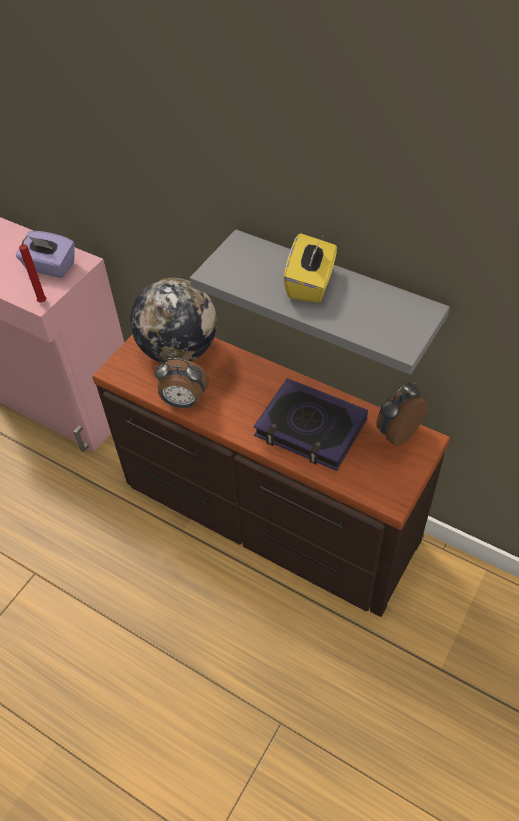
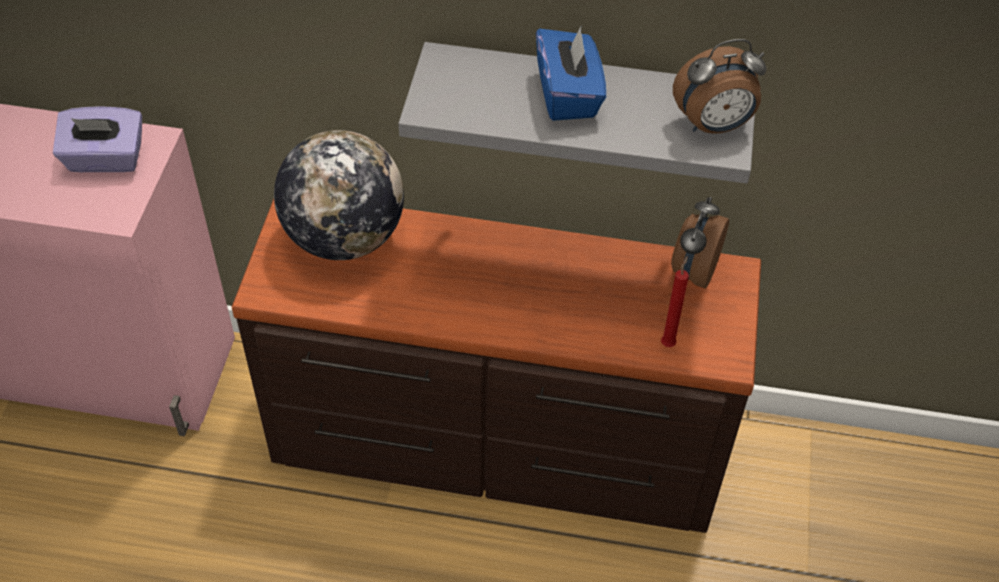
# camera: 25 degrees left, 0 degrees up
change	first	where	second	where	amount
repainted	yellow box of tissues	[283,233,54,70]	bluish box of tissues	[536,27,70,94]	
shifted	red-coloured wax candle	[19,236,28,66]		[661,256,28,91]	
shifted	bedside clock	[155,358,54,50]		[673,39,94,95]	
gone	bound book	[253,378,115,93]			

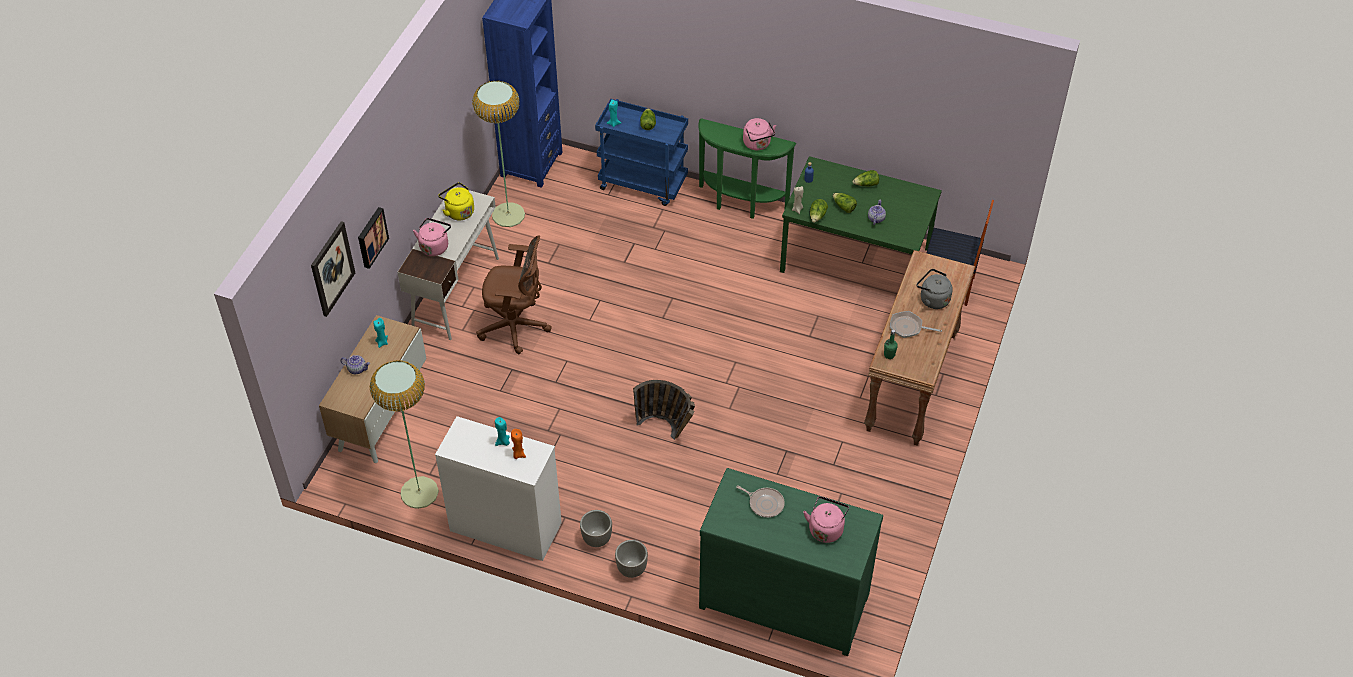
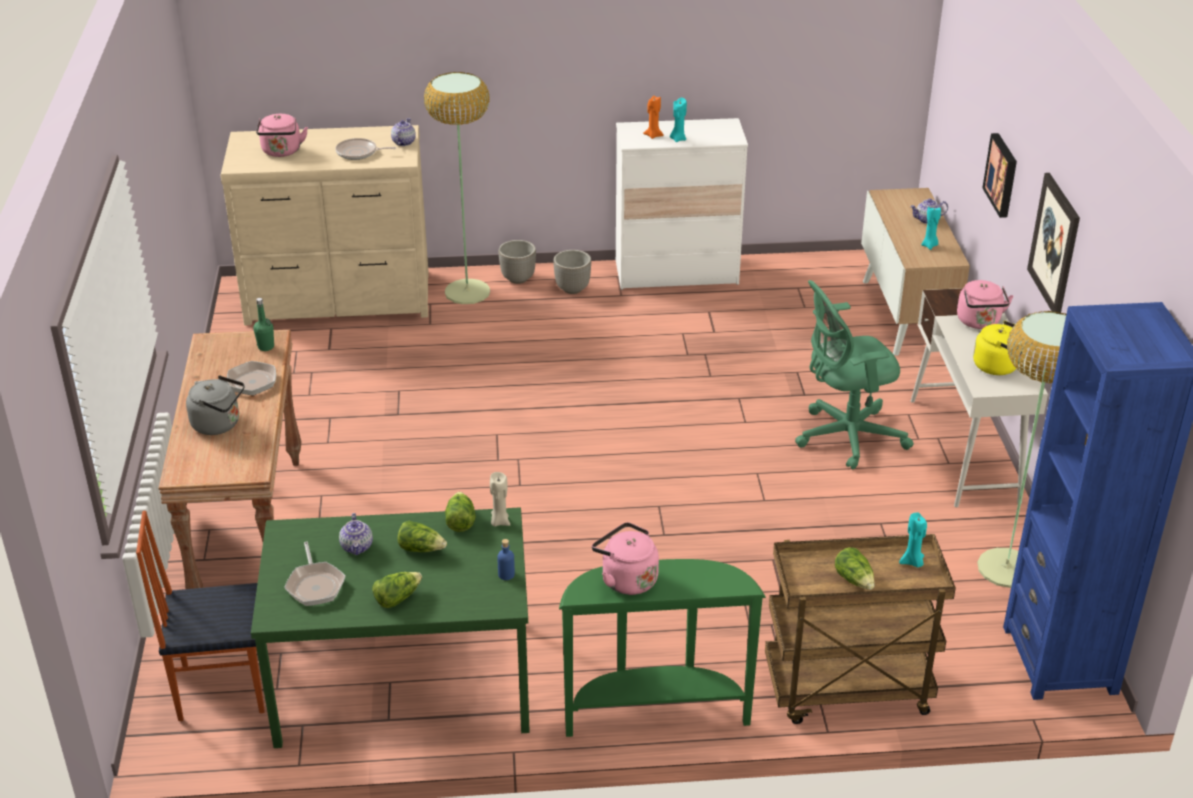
# camera: 155 degrees right, 15 degrees down
change	first	where	second	where	amount
repainted	bluish wheeled cart	[595,99,93,107]	brownish wheeled cart	[765,534,191,190]	
shifted	wall picture	[311,221,44,96]		[1027,173,53,141]	
repainted	brownish office chair	[476,235,76,119]	green-coloured office chair	[795,280,119,190]	
shifted	standing lamp	[370,360,69,149]		[424,72,66,232]	
gone	storage basket	[633,380,62,60]			
repainted	green-coloured dresser	[699,468,184,188]	beige-coloured dresser	[220,125,209,200]	
new			teapot	[391,118,25,28]	
new			frying pan	[284,542,62,64]	

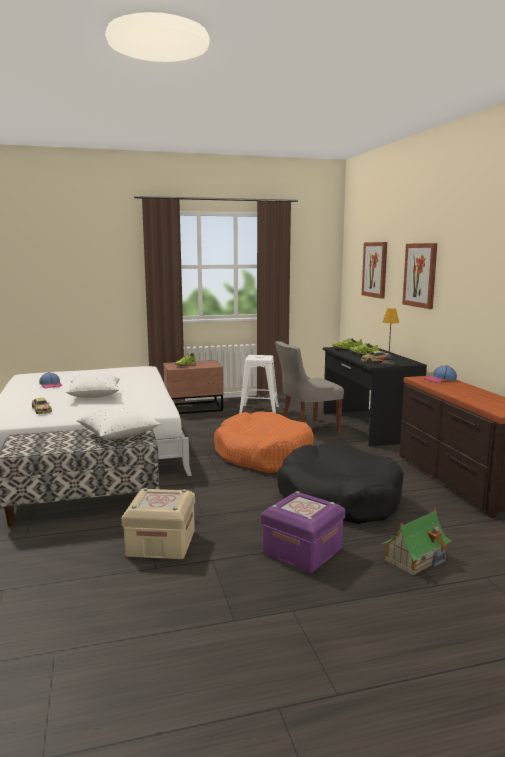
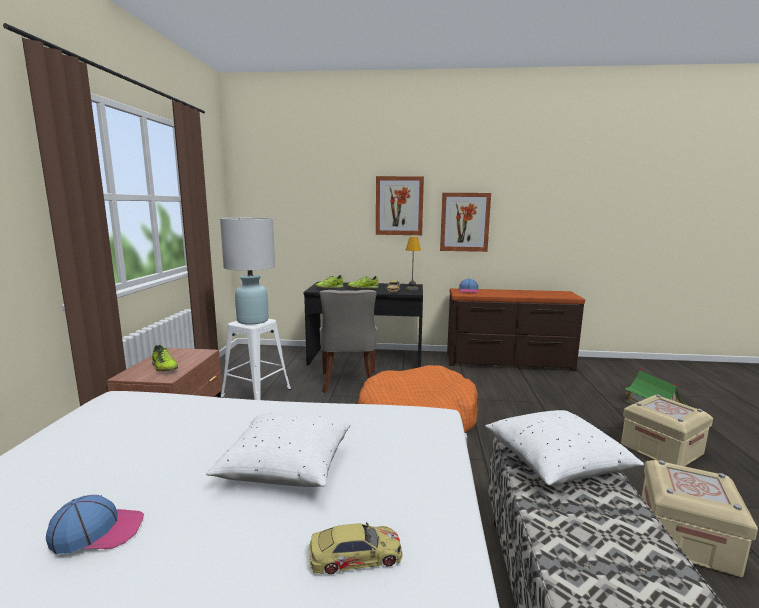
# camera: 70 degrees left, 0 degrees up
change	first	where	second	where	amount
shifted	wall picture	[362,242,25,57]		[440,193,51,59]	
gone	blackish dog bed	[277,443,127,81]			
repainted	purple storage bin	[261,491,84,82]	beige-coloured storage bin	[621,395,92,71]	
new			whitish table lamp	[220,218,55,107]	

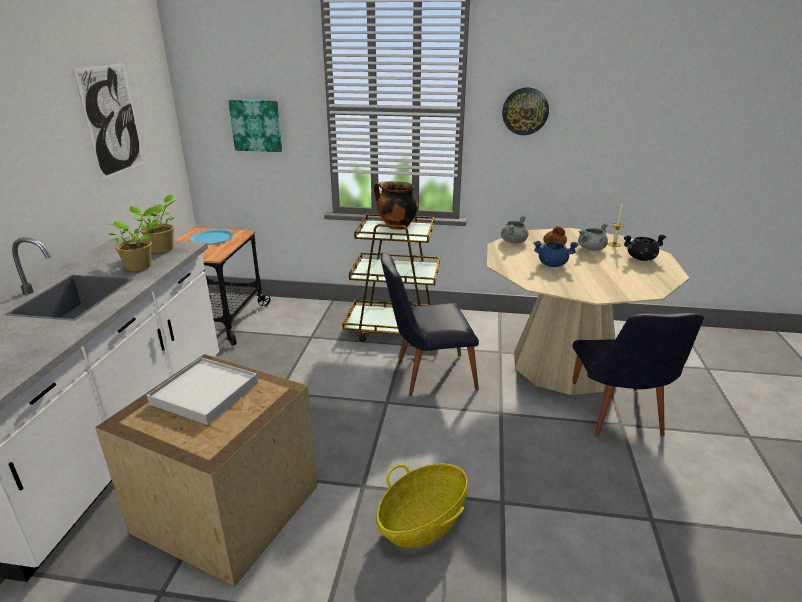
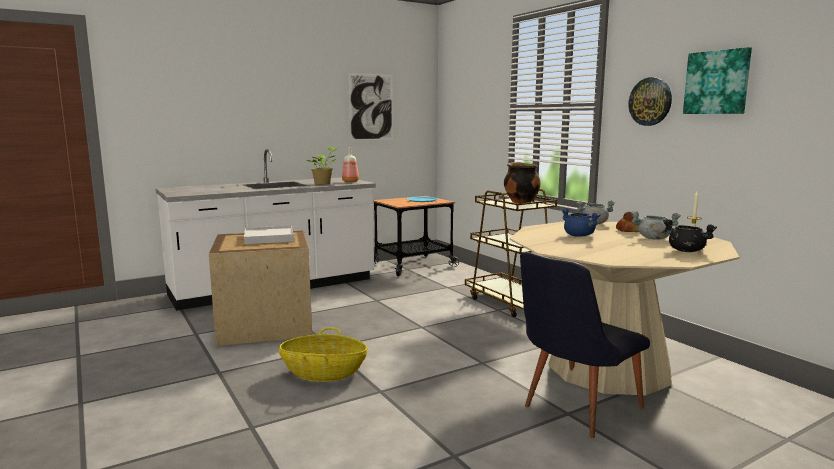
# camera: 50 degrees right, 15 degrees down
change	first	where	second	where	amount
shifted	wall picture	[228,100,54,52]		[683,47,69,67]	
swapped	potted plant	[132,194,44,59]	bottle	[342,147,17,35]	
gone	blackish chair	[381,252,98,144]			

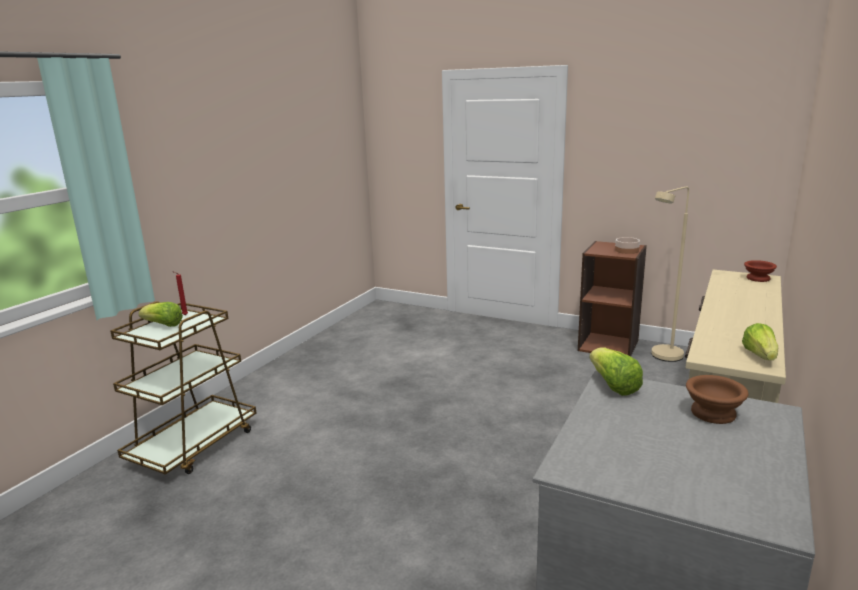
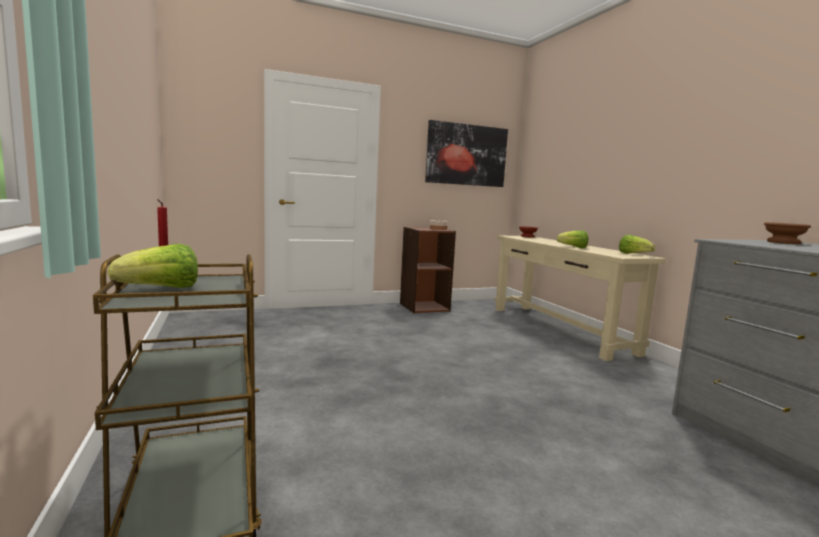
# camera: 50 degrees left, 10 degrees down
change	first	where	second	where	amount
gone	beige-coloured standing lamp	[651,187,38,175]			
shifted	head of lettuce	[589,347,54,49]		[557,230,31,18]	
new			wall picture	[425,120,83,67]	

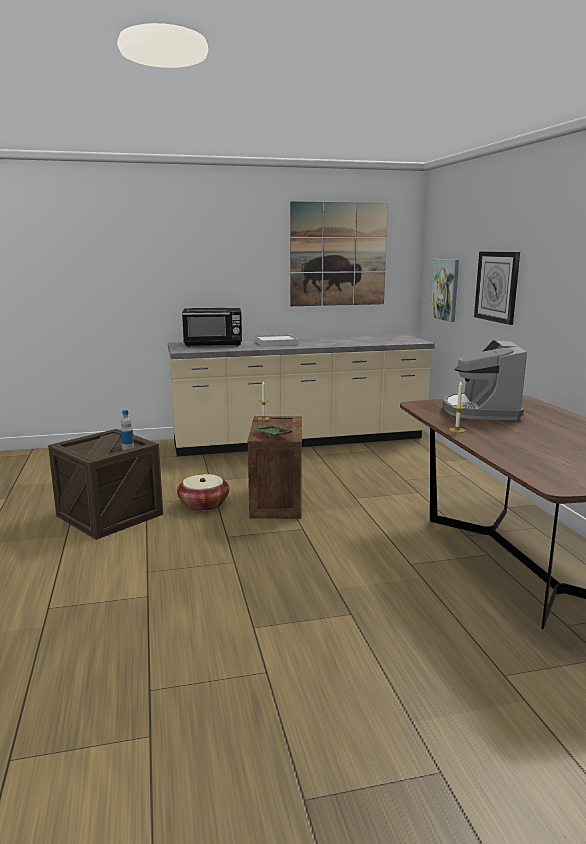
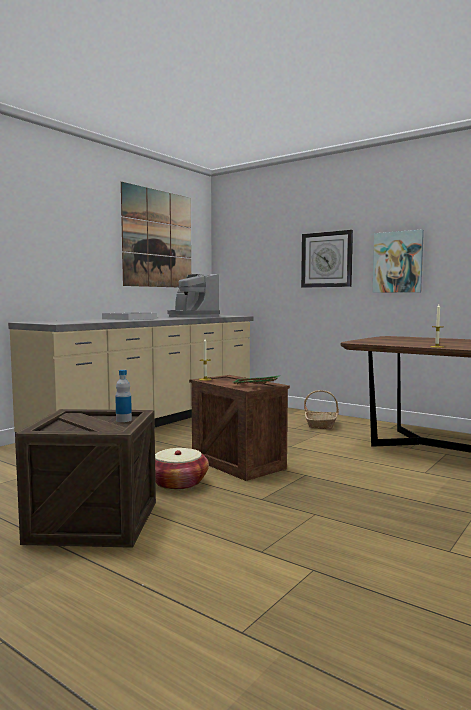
# camera: 40 degrees left, 10 degrees down
change	first	where	second	where	amount
shifted	wall picture	[430,259,29,63]		[372,230,52,63]	
gone	blackish microwave oven	[182,308,60,39]			
shifted	coffee machine	[443,340,84,80]		[167,274,53,43]	
new			storage basket	[304,390,35,39]	

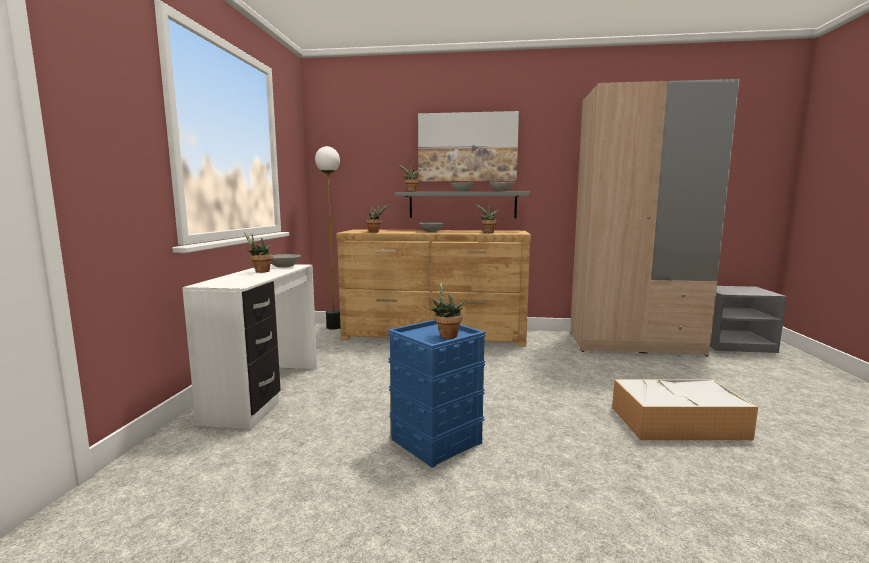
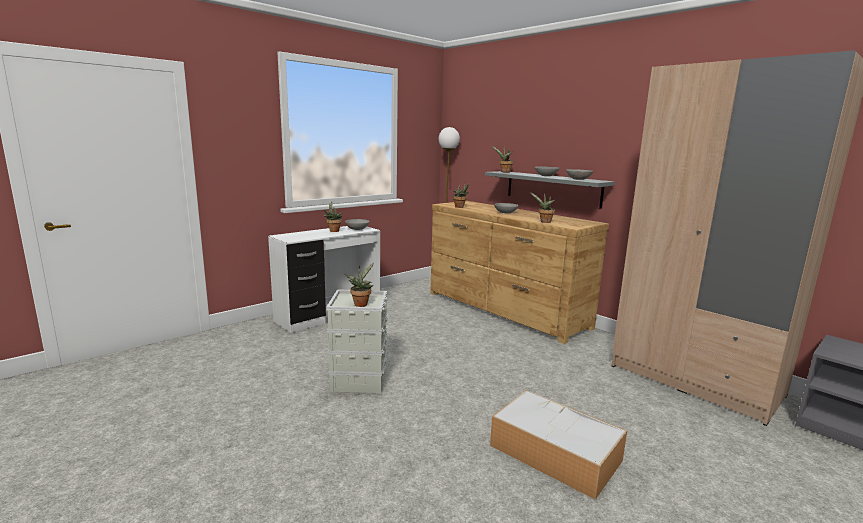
# camera: 40 degrees right, 5 degrees up
change	first	where	second	where	amount
gone	wall picture	[418,111,101,71]			
repainted	bluish storage bin	[388,320,98,148]	greyish storage bin	[326,289,62,105]	

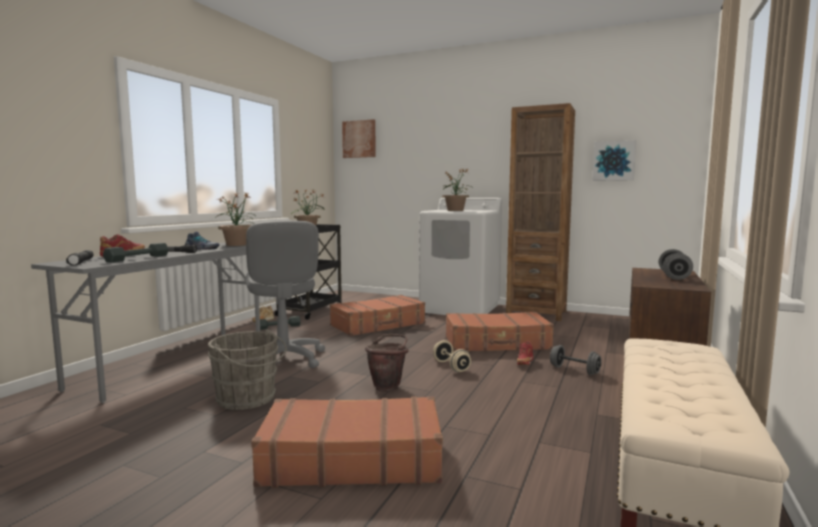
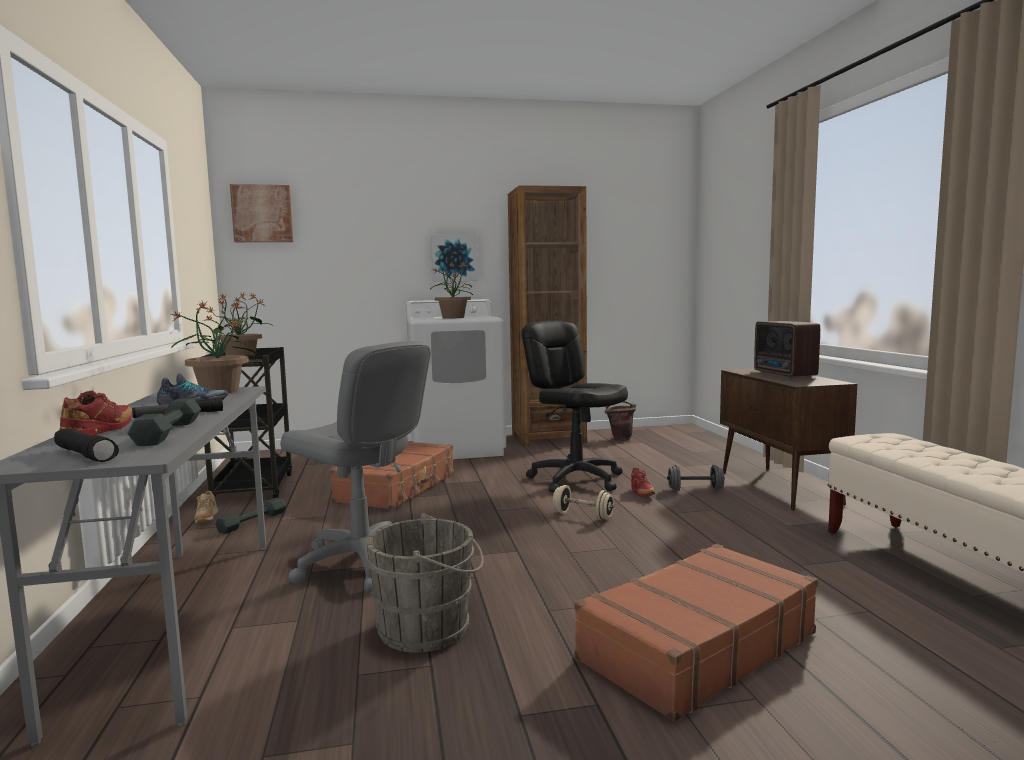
# camera: 35 degrees left, 0 degrees up
change	first	where	second	where	amount
shifted	wall picture	[592,140,44,41]		[431,235,47,47]	
swapped	greyish dumbbell	[659,249,34,31]	radio	[754,321,66,57]	
swapped	brownish travel case	[446,312,108,40]	blackish office chair	[522,321,106,171]	
shifted	brownish water bucket	[365,334,44,58]		[605,401,31,40]	

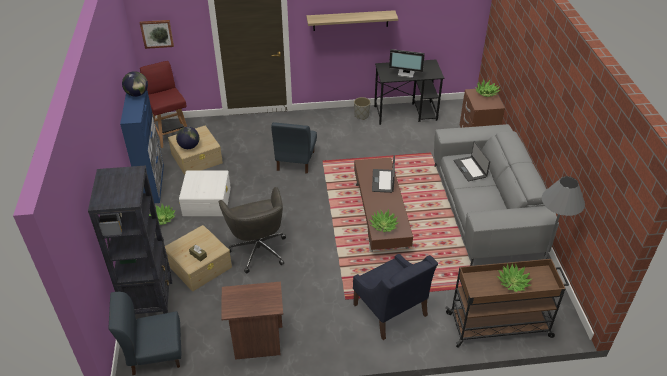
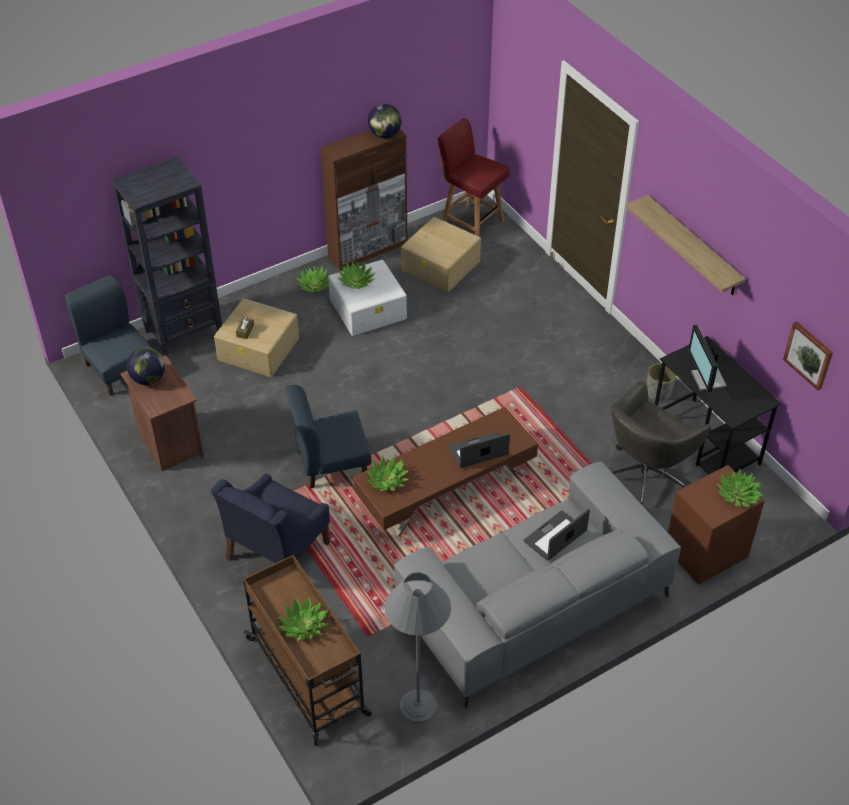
# camera: 65 degrees right, 5 degrees up
change	first	where	second	where	amount
shifted	wall picture	[140,20,34,29]		[783,322,50,68]	
rotated	red-coloured chair	[140,61,47,87]		[438,118,72,118]	90 degrees counterclockwise
repainted	bluish cupboard	[120,90,44,113]	brownish cupboard	[321,129,86,142]	
shifted	bluish chair	[271,122,46,52]		[285,385,86,103]	
shifted	globe	[176,127,23,22]		[127,347,38,38]	
shifted	greyish office chair	[219,187,67,86]		[611,381,100,125]	
new			potted plant	[337,261,39,28]	

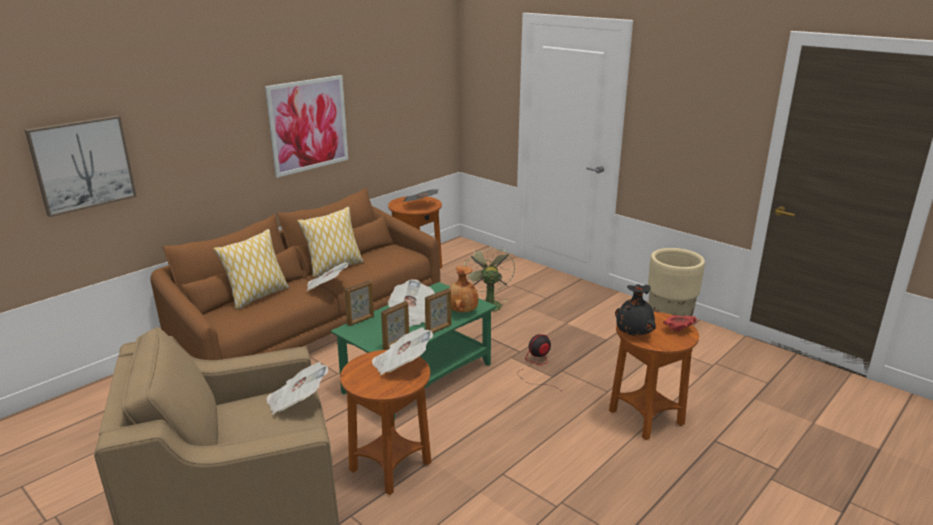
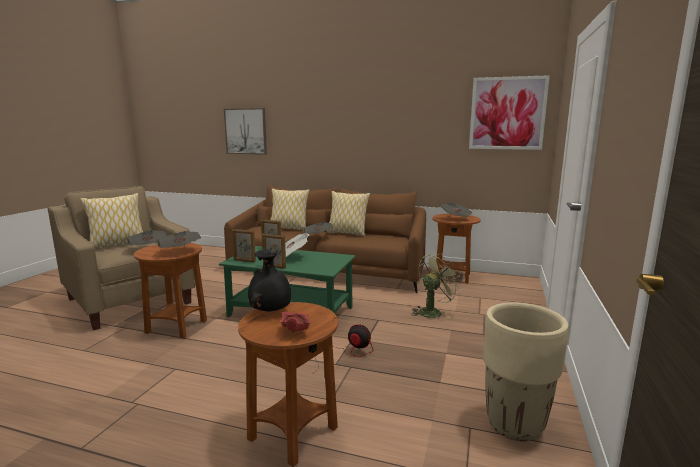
# camera: 65 degrees right, 10 degrees down
change	first	where	second	where	amount
shifted	wall picture	[265,75,83,103]		[469,75,81,75]	
gone	brownish decorative vase	[449,266,29,47]			
new			cushion	[80,193,63,57]	

